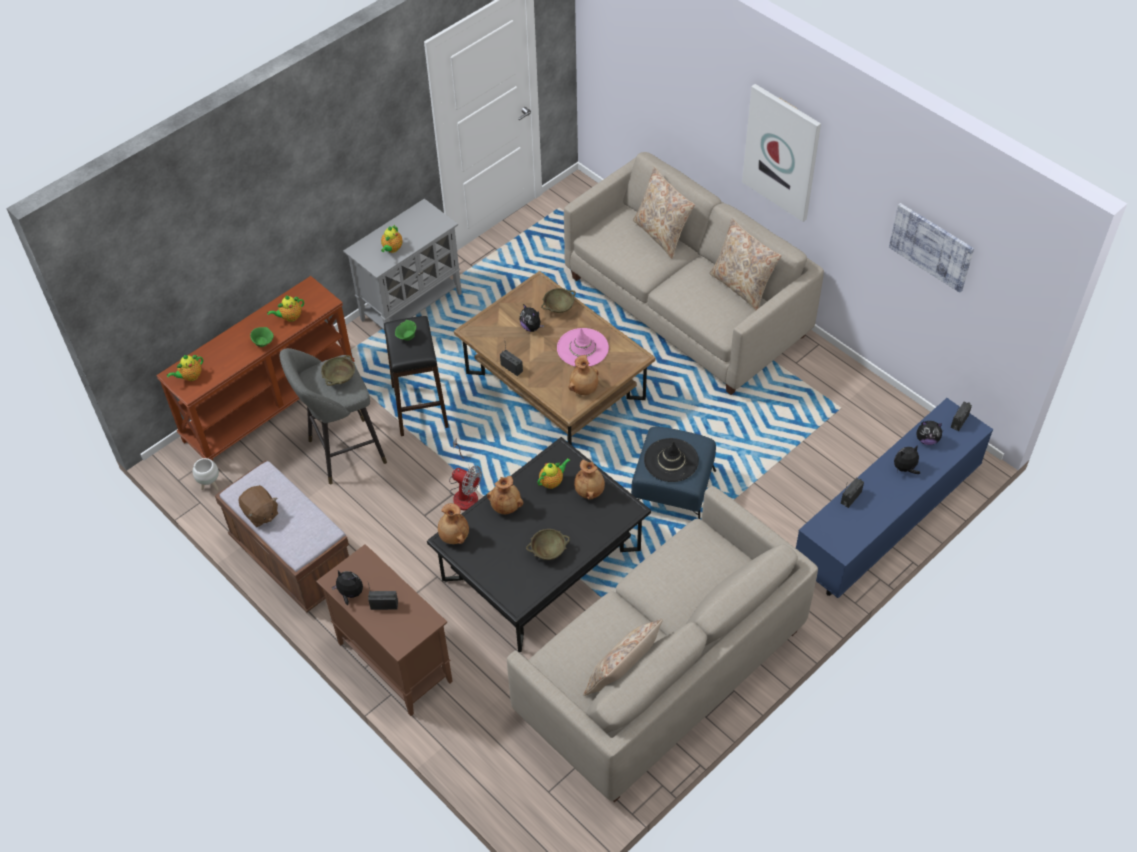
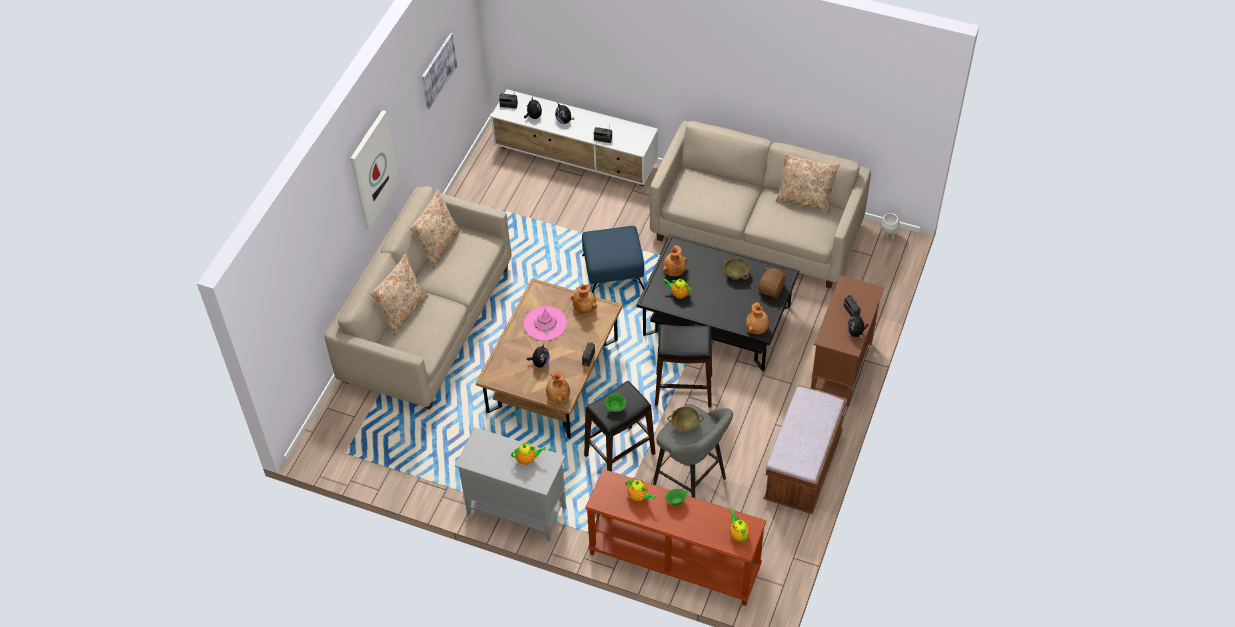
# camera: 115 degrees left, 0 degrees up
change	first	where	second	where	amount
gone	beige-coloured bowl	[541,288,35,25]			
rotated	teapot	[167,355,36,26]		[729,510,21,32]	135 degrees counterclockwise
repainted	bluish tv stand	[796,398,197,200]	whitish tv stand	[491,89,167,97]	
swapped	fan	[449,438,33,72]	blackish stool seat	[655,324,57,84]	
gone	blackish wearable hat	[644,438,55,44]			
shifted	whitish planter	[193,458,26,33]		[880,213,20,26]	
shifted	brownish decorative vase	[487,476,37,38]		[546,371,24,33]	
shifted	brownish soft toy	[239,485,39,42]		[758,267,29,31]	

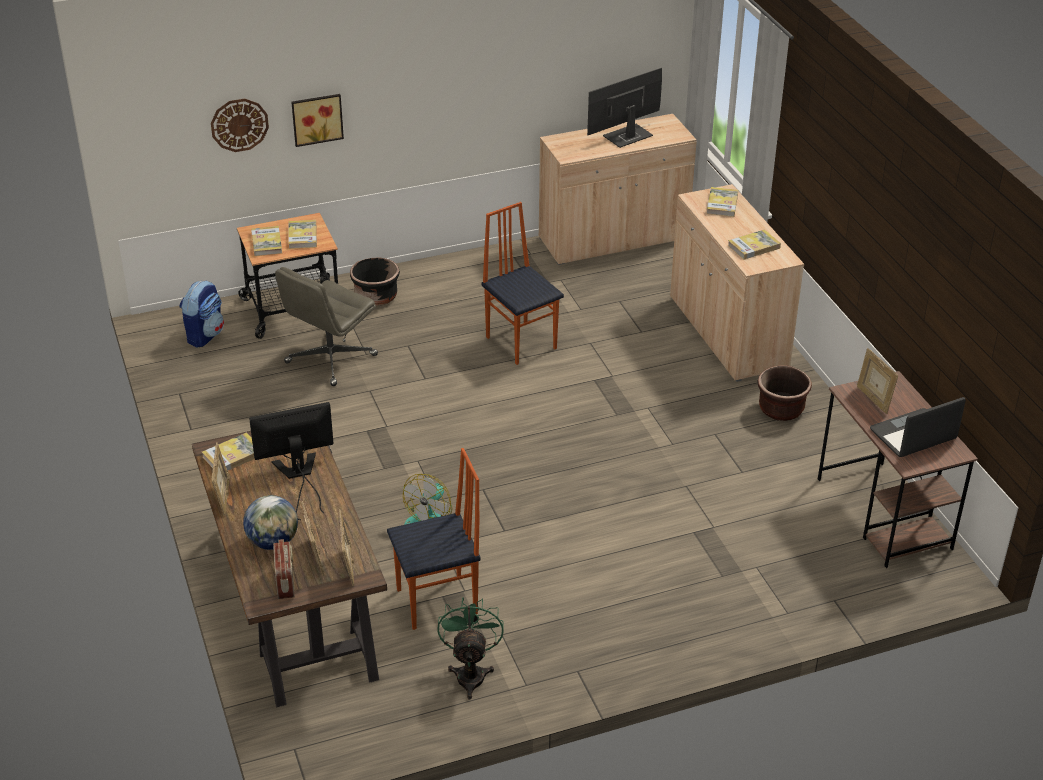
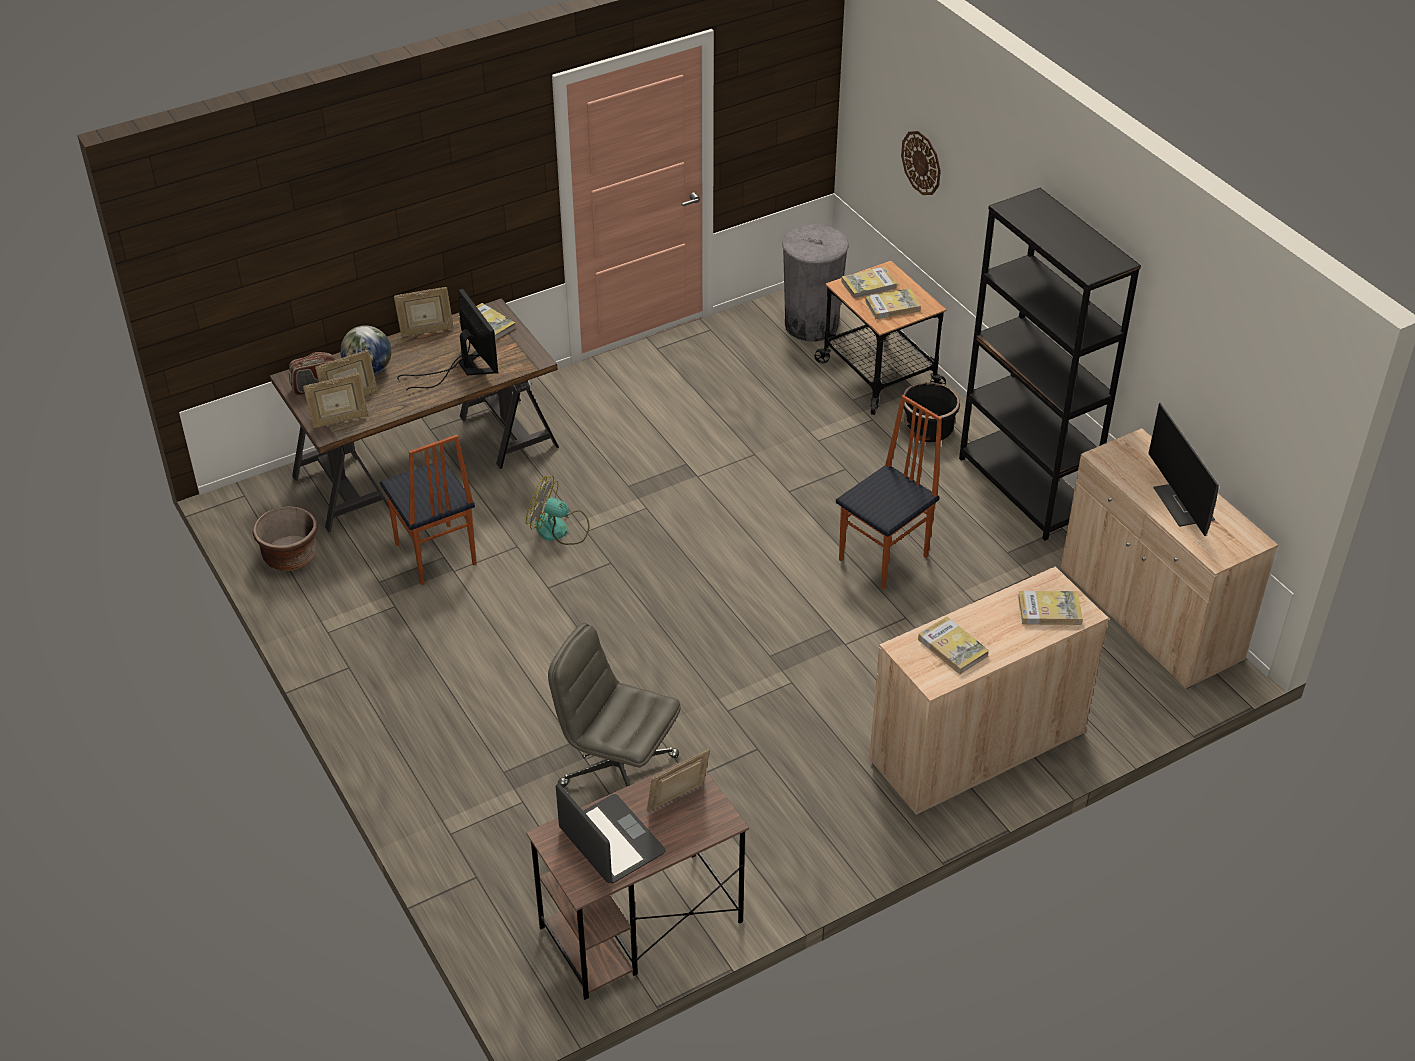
# camera: 80 degrees right, 5 degrees up
change	first	where	second	where	amount
rotated	computer screen	[587,68,75,80]		[1148,403,71,133]	150 degrees counterclockwise
gone	wall picture	[291,94,53,53]			
shifted	greyish office chair	[275,267,103,119]		[548,623,133,165]	
swapped	backpack	[180,280,44,68]	greyish trash can	[782,224,67,118]	
shifted	brownish planter	[757,365,55,56]		[253,506,65,65]	
gone	green-coloured fan	[437,597,67,103]			
new			blackish shelving unit	[959,188,182,353]	

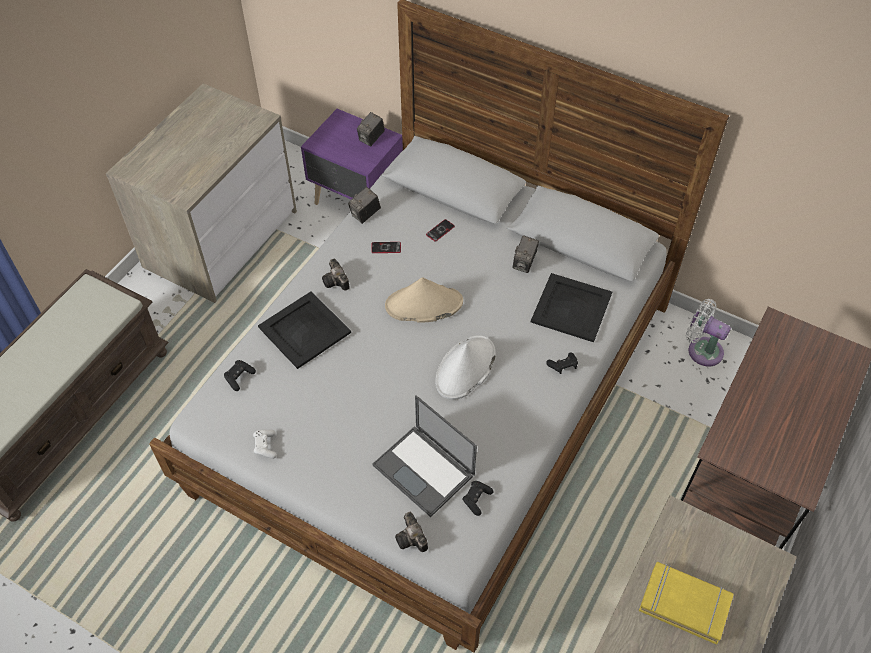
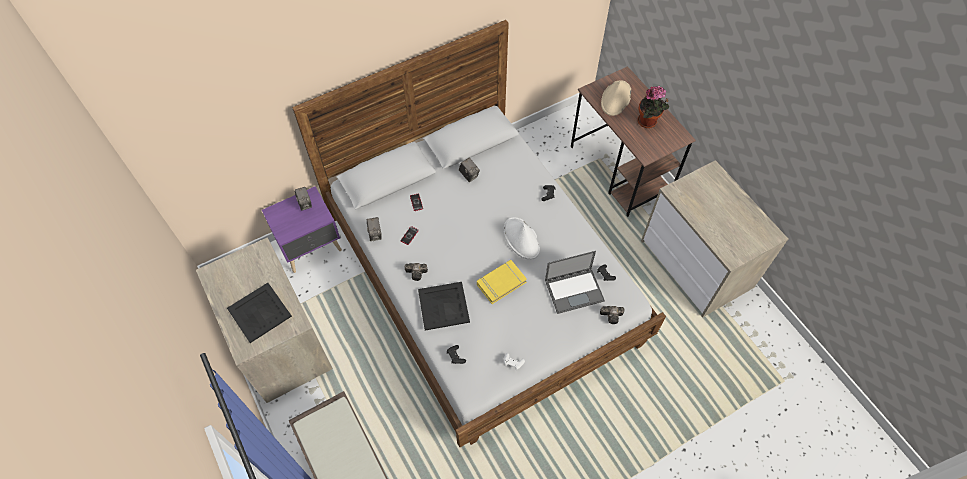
# camera: 60 degrees left, 5 degrees up
change	first	where	second	where	amount
shifted	blackish carrying tray	[531,273,81,69]		[227,283,65,60]	
shifted	beige-coloured wearable hat	[385,278,78,45]		[601,80,30,36]	
gone	whitish fan	[685,299,46,67]			
shifted	yellow bound book	[639,562,95,83]		[477,260,50,44]	
new			potted plant	[637,86,32,42]	

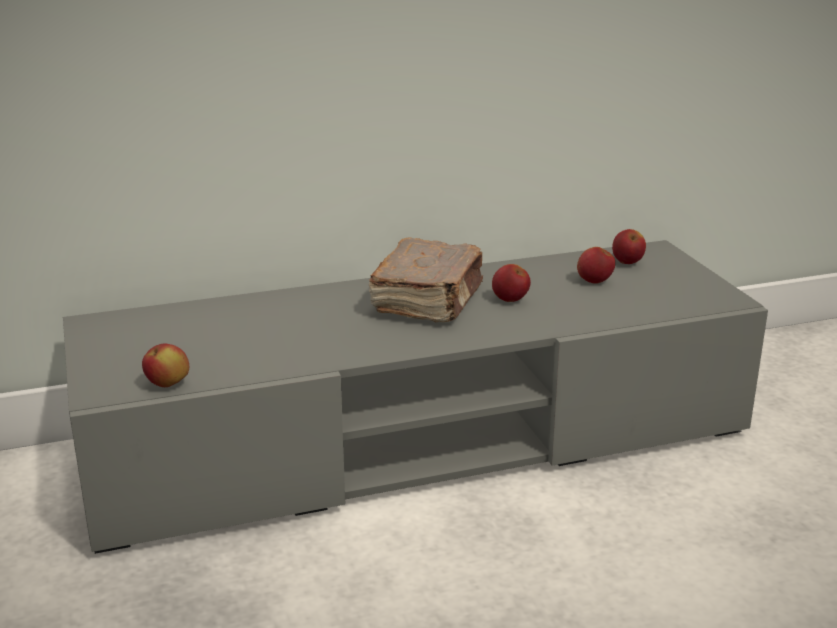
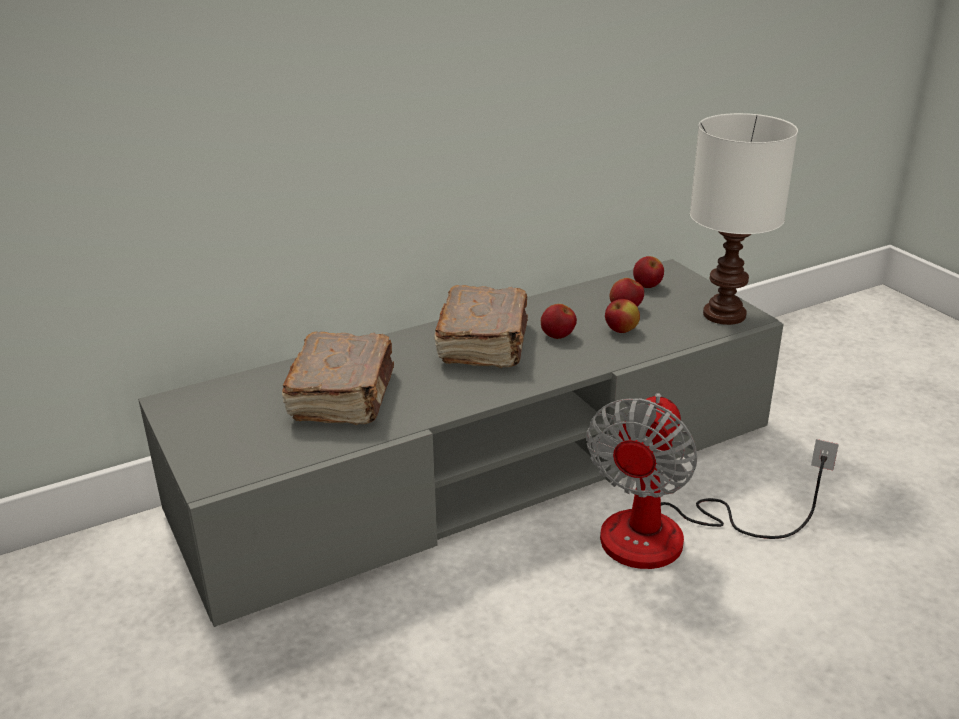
# camera: 10 degrees left, 5 degrees up
change	first	where	second	where	amount
shifted	whole apple	[142,343,47,44]		[605,299,35,34]	
new			whitish table lamp	[690,113,108,212]	
new			brownish bound book	[282,332,112,93]	
new			fan	[586,393,253,176]	

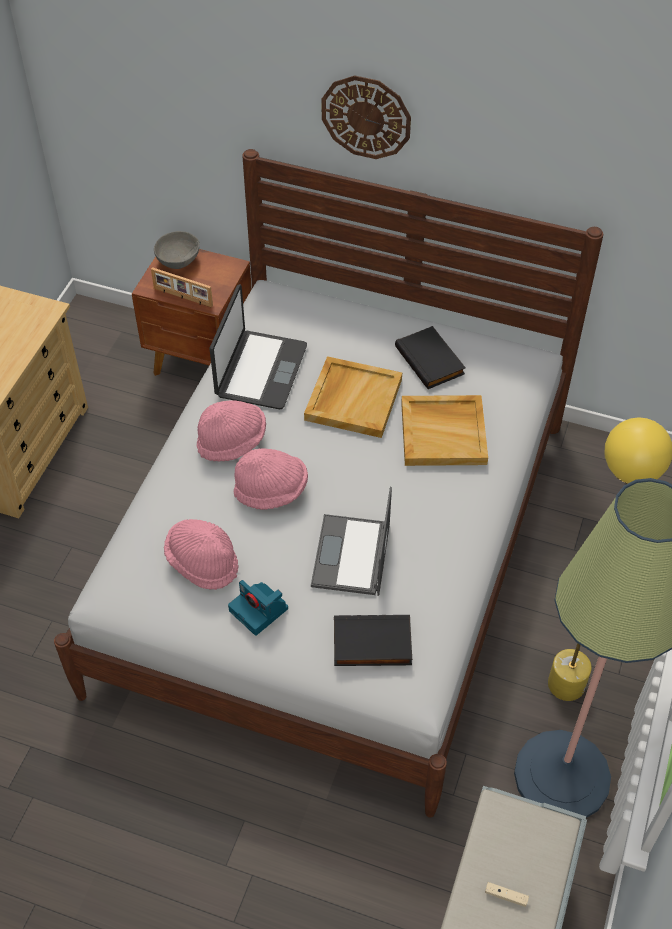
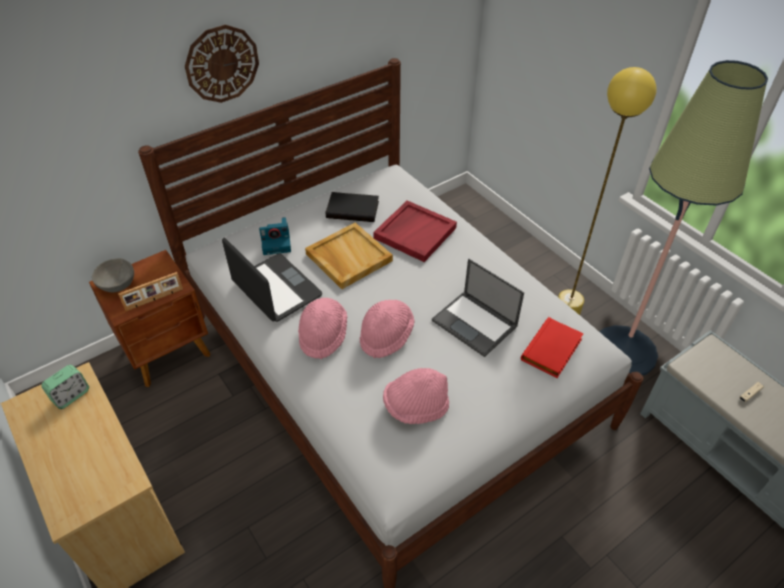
# camera: 55 degrees left, 5 degrees down
change	first	where	second	where	amount
repainted	beige-coloured carrying tray	[401,395,87,71]	red-coloured carrying tray	[373,200,84,62]	
shifted	still camera	[228,580,60,56]		[259,217,32,38]	
repainted	blackish bound book	[334,615,78,51]	red-coloured bound book	[521,317,63,61]	
new			bedside clock	[41,365,48,44]	

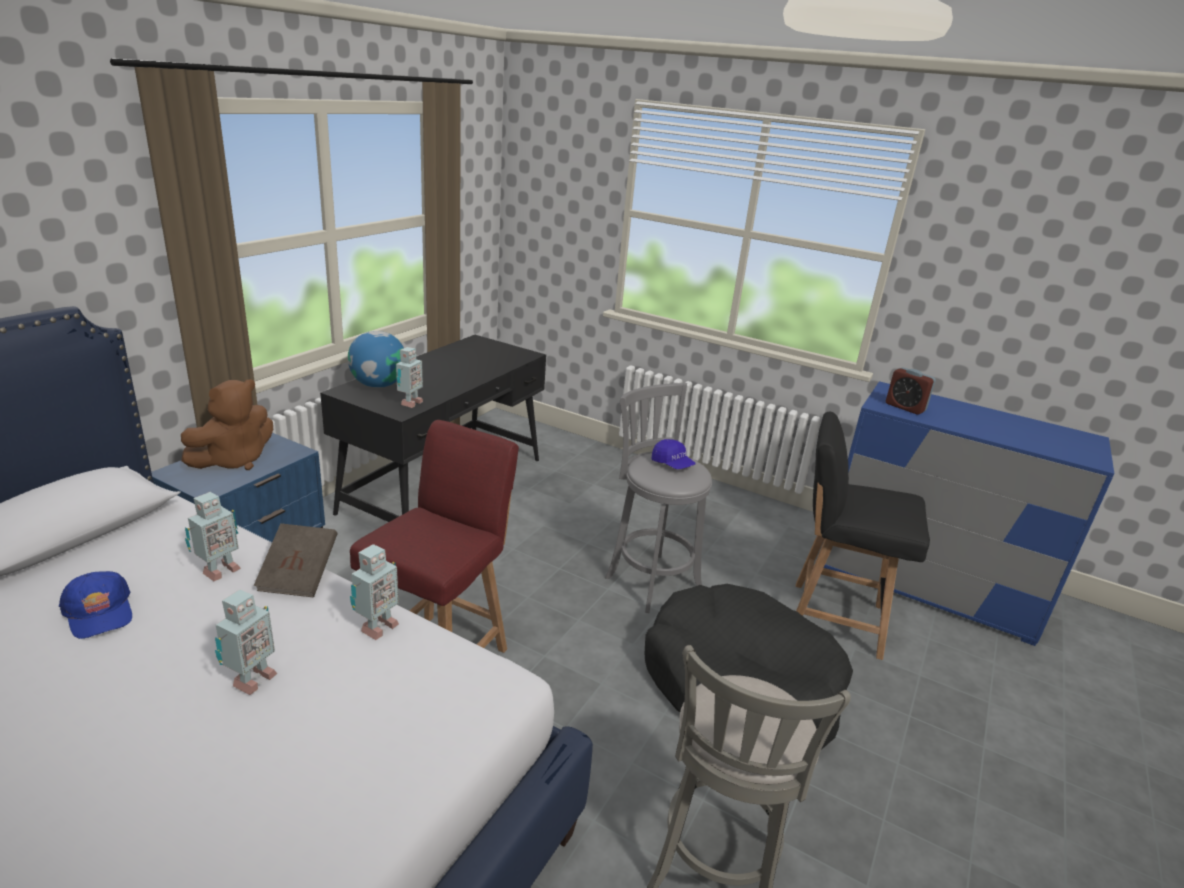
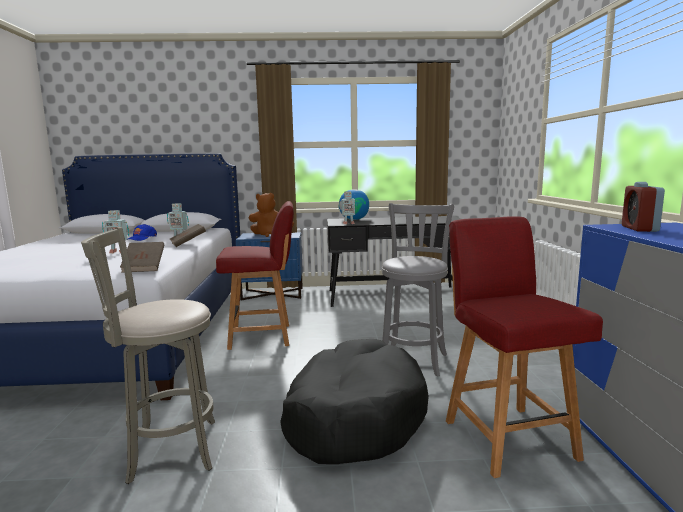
# camera: 60 degrees right, 15 degrees down
change	first	where	second	where	amount
repainted	blackish chair	[796,412,134,248]	red-coloured chair	[446,216,157,262]	
gone	bluish peaked cap	[651,439,45,30]			
gone	toy robot	[350,544,49,96]			
new			brownish bound book	[120,242,44,31]	

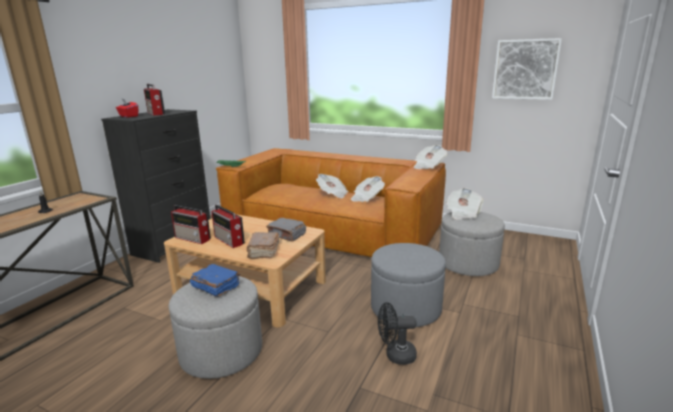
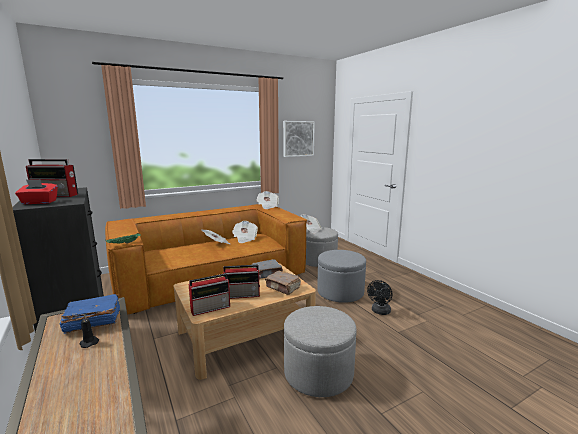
# camera: 55 degrees left, 5 degrees down
change	first	where	second	where	amount
shifted	bluish bound book	[190,264,50,33]		[60,294,60,40]	

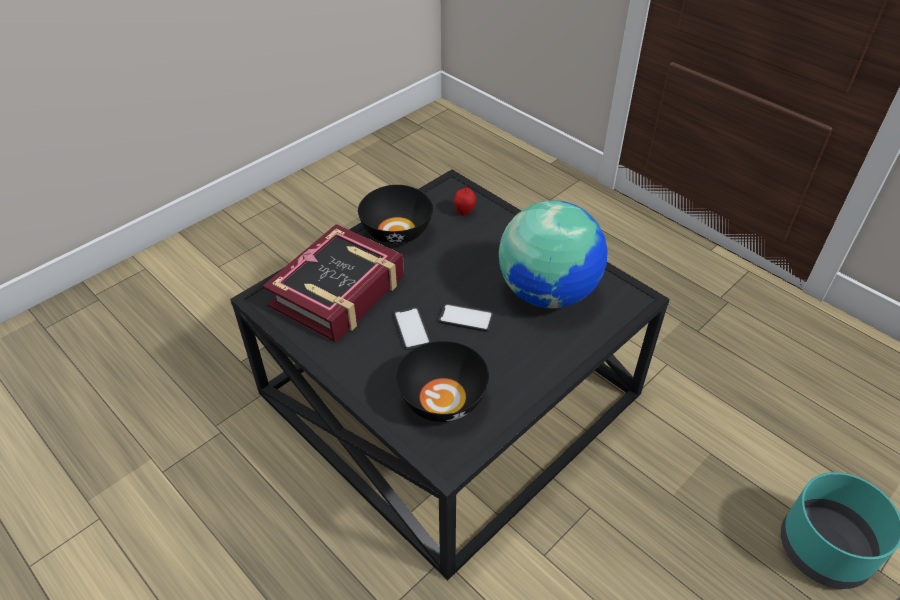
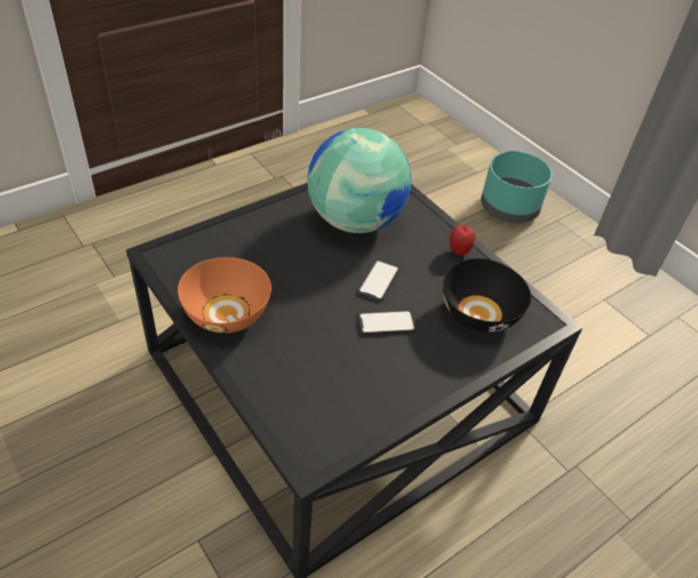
# camera: 85 degrees left, 0 degrees up
change	first	where	second	where	amount
repainted	blackish bowl	[358,185,75,59]	orange-coloured bowl	[178,257,93,76]	
shifted	whole apple	[454,188,22,28]		[450,225,25,30]	
gone	bound book	[263,224,141,119]			

